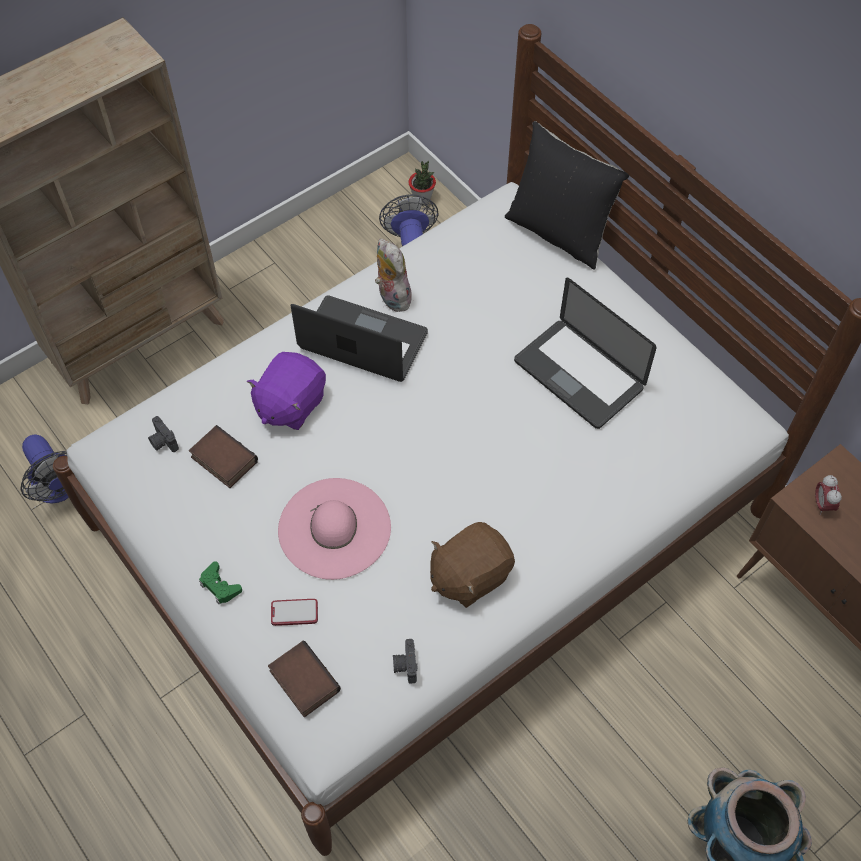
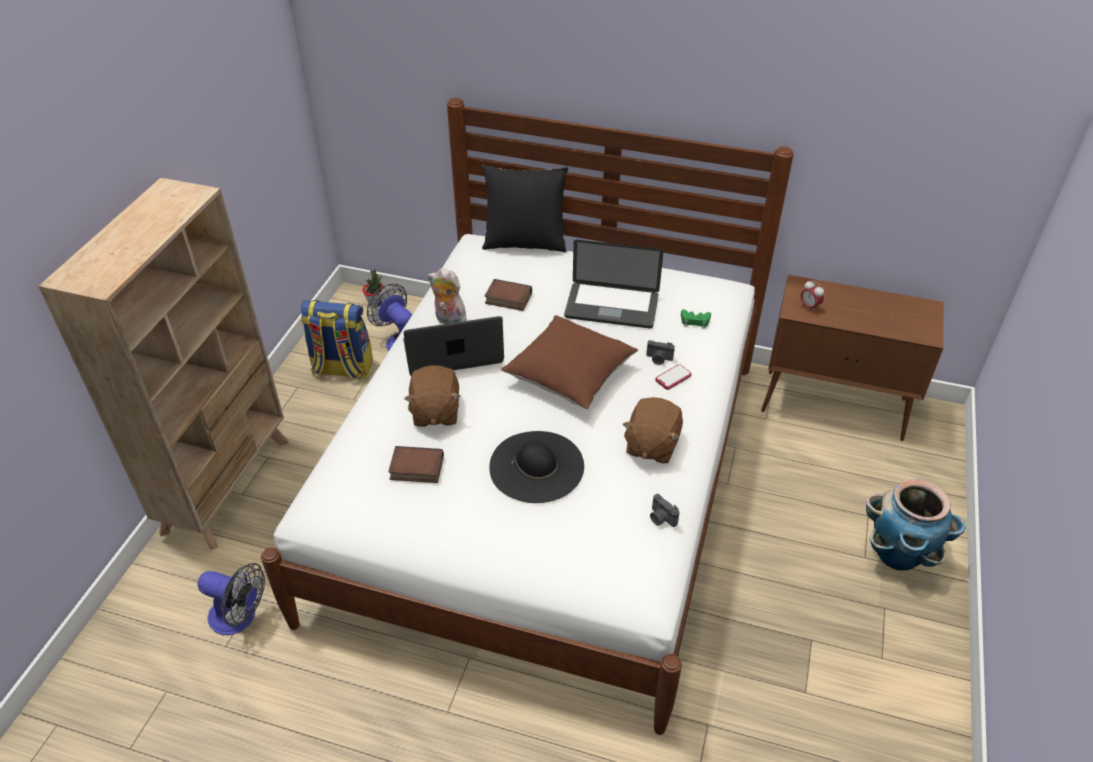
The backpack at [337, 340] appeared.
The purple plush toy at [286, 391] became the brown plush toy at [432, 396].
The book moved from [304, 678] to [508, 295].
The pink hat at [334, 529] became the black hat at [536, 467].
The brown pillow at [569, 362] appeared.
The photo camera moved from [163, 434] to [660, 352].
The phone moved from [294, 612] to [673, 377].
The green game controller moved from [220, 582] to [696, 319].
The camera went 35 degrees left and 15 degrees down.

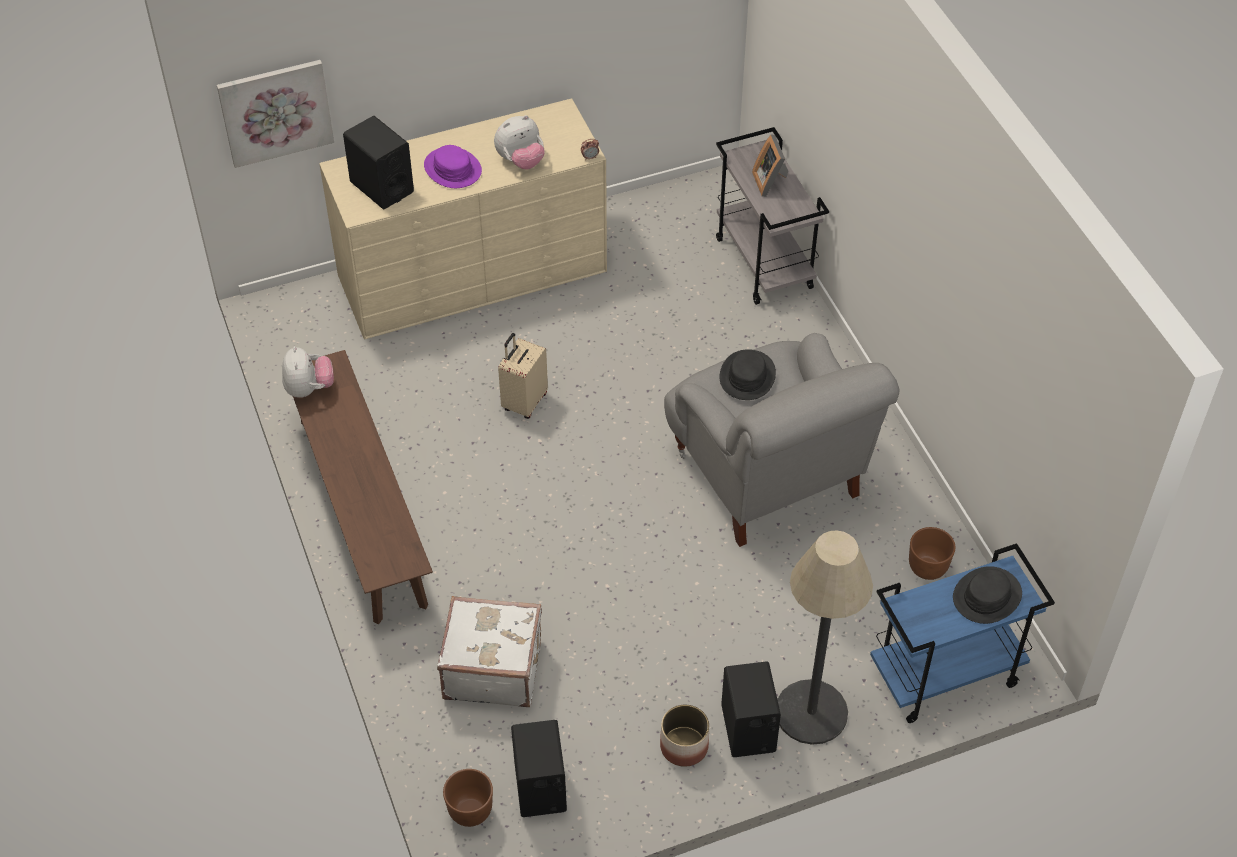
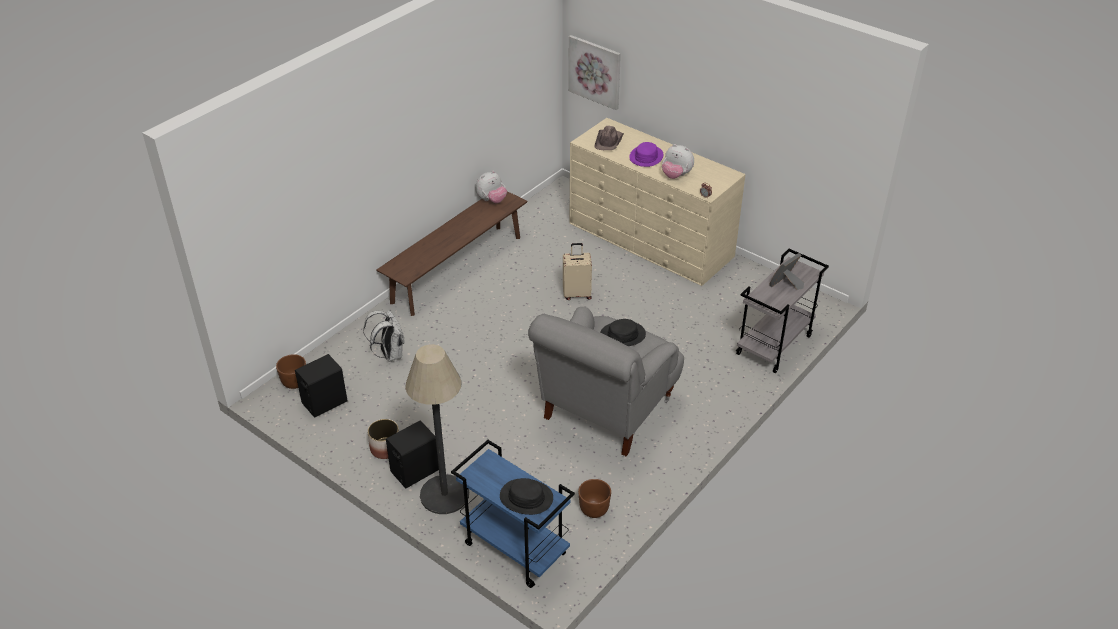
The white suitcase at [489, 651] was replaced by the white backpack at [383, 336].
The black speaker at [378, 162] was replaced by the brown hat at [609, 138].
The camera went 60 degrees right and 10 degrees down.

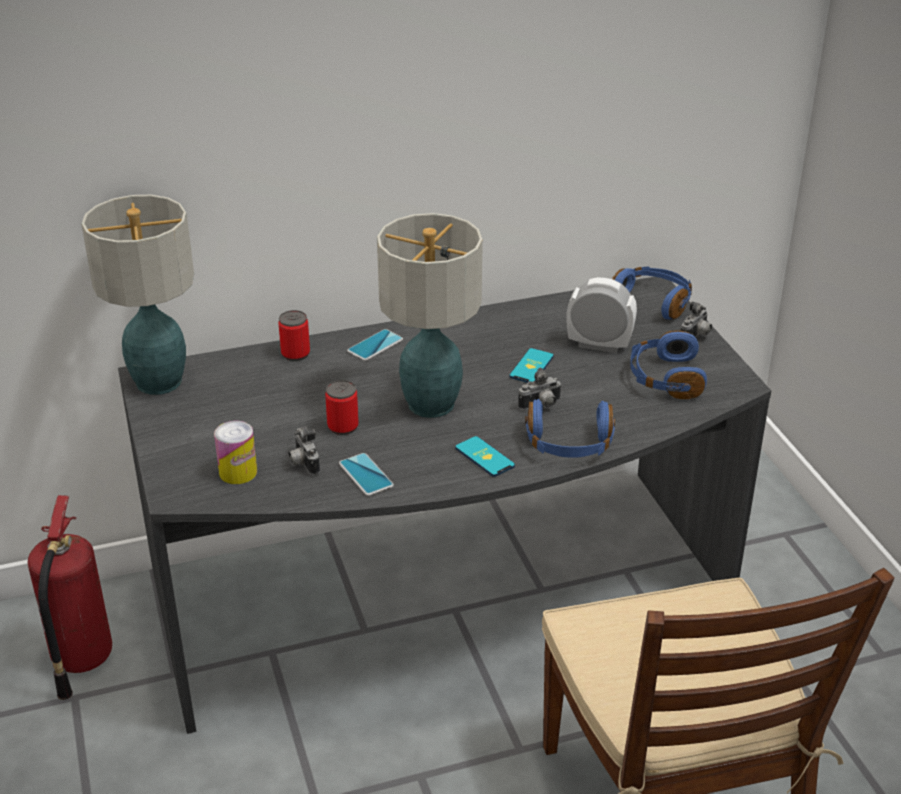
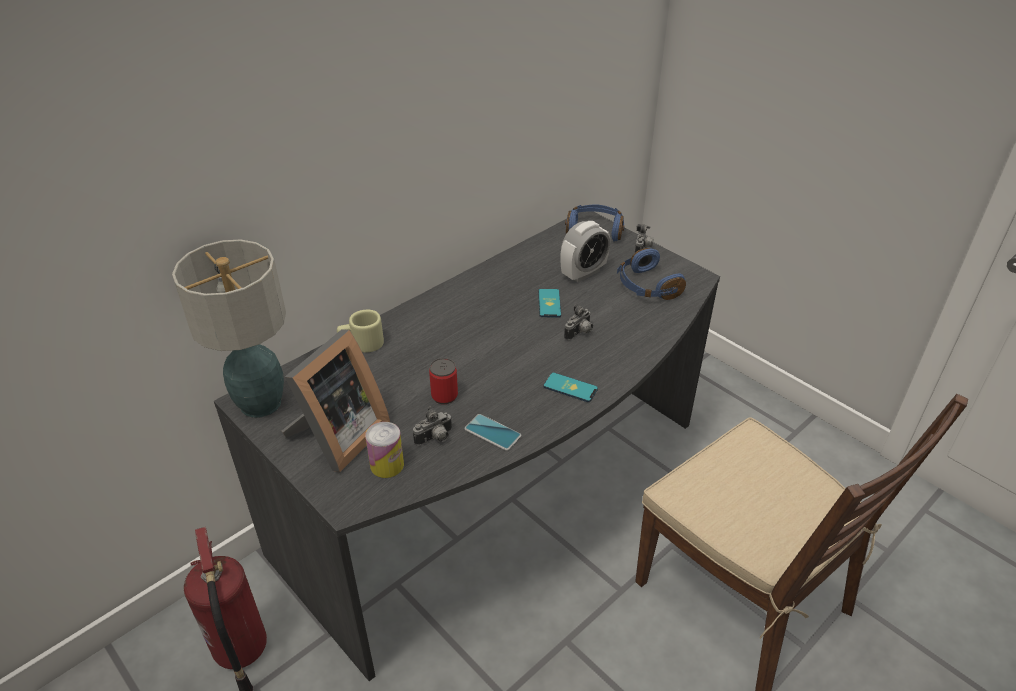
The picture frame at [336, 400] appeared.
The can at [294, 335] was replaced by the beige mug at [360, 331].
The photo camera at [304, 450] turned 75 degrees counterclockwise.
The alarm clock at [601, 315] turned 150 degrees clockwise.
The phone at [375, 345] disappeared.
The table lamp at [430, 315] disappeared.
The blue headphones at [570, 428] disappeared.
The camera went 25 degrees left and 5 degrees up.

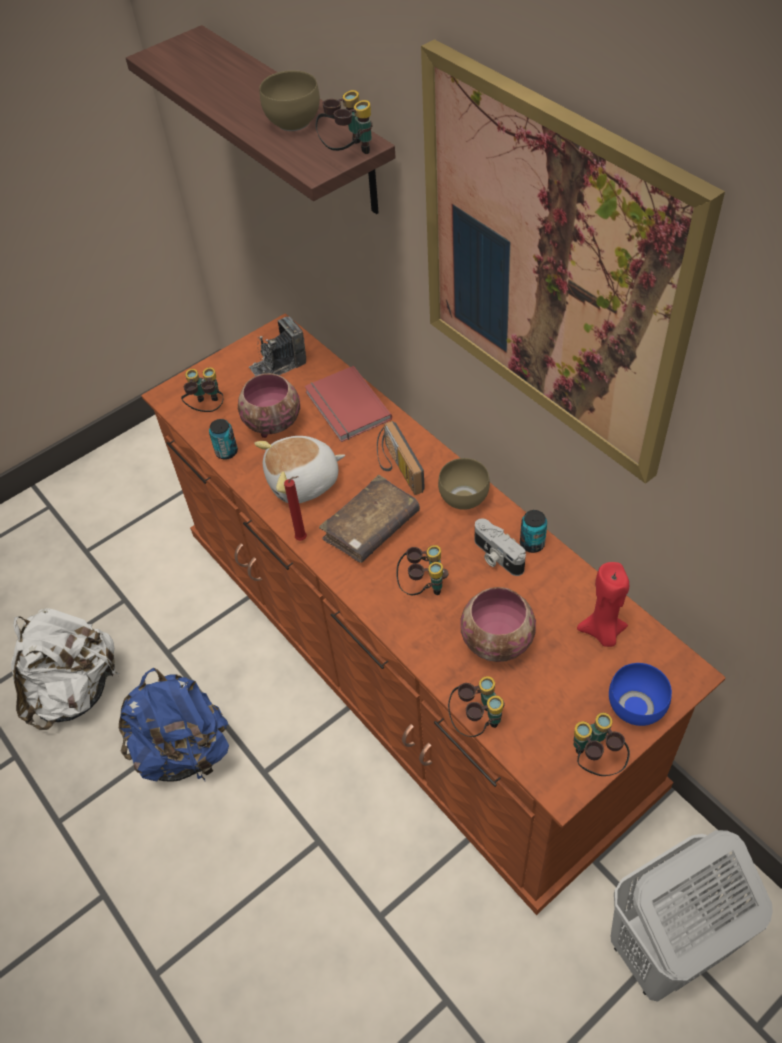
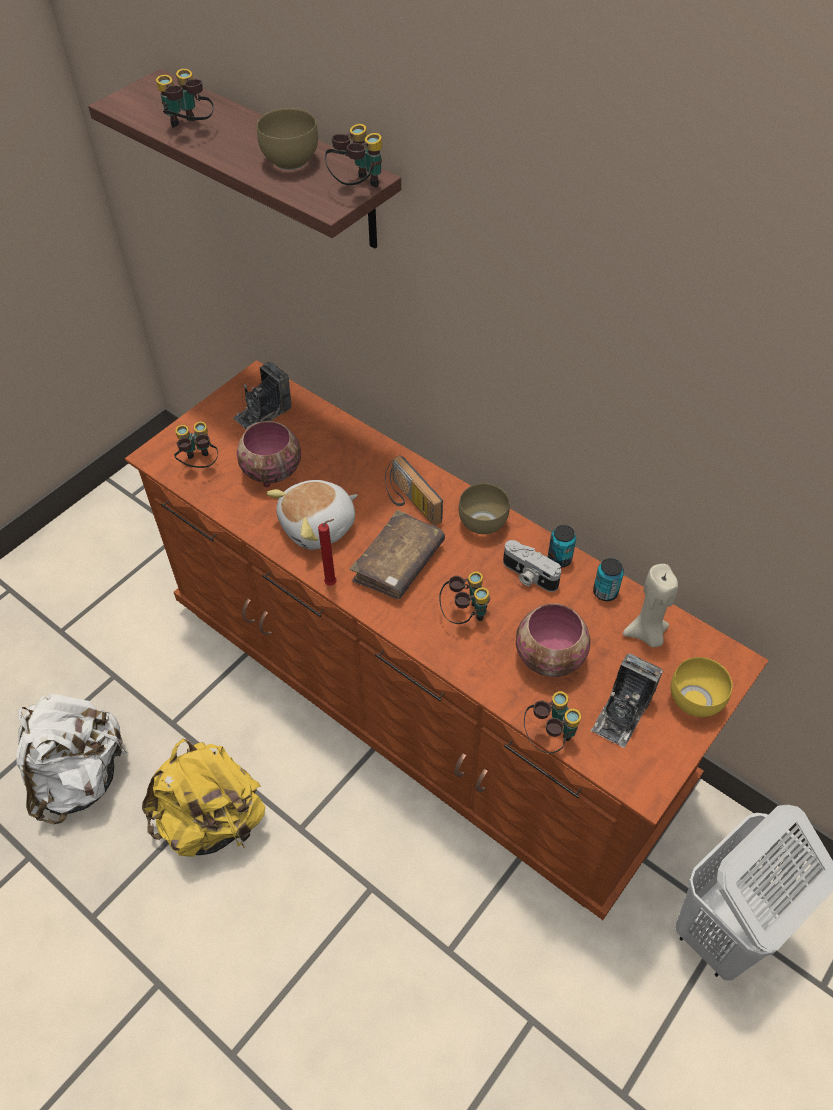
The blue backpack at [174, 725] became the yellow backpack at [203, 797].
The binoculars moved from [601, 744] to [185, 98].
The photo camera at [627, 700] appeared.
The can moved from [223, 439] to [608, 579].
The red candle at [603, 604] became the beige candle at [650, 605].
The blue bowl at [640, 694] became the yellow bowl at [701, 687].
The red book at [348, 404] disappeared.
The picture at [573, 261] disappeared.
The camera went 15 degrees left and 0 degrees up.

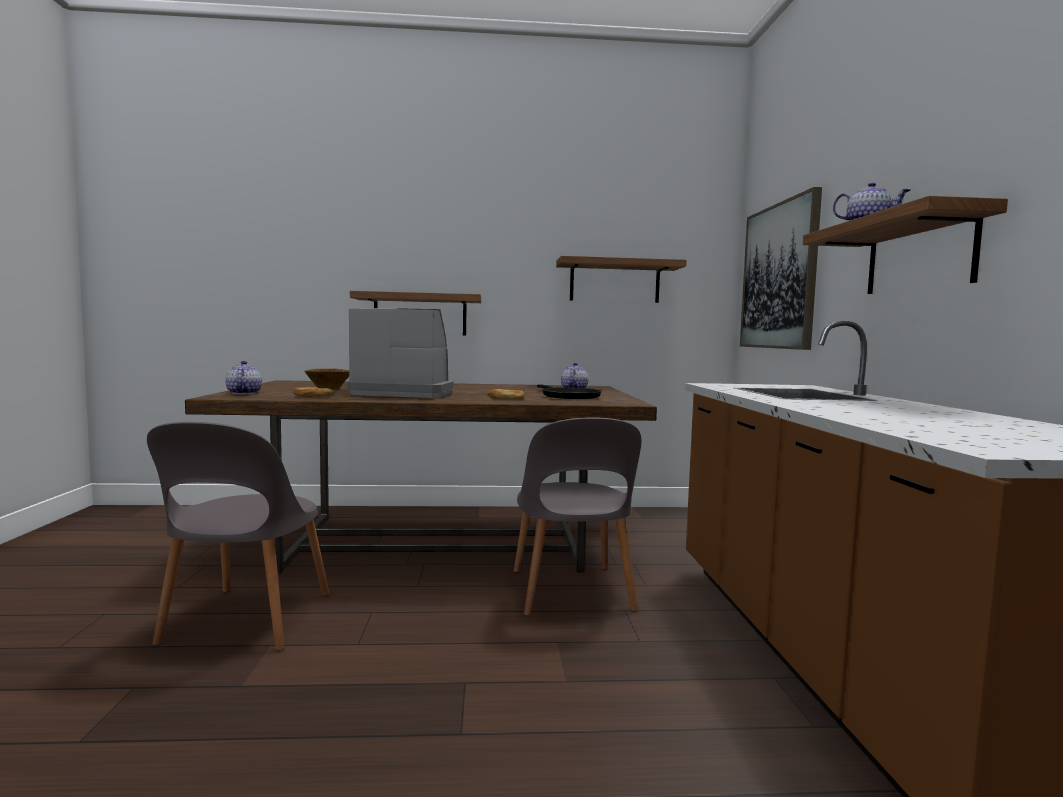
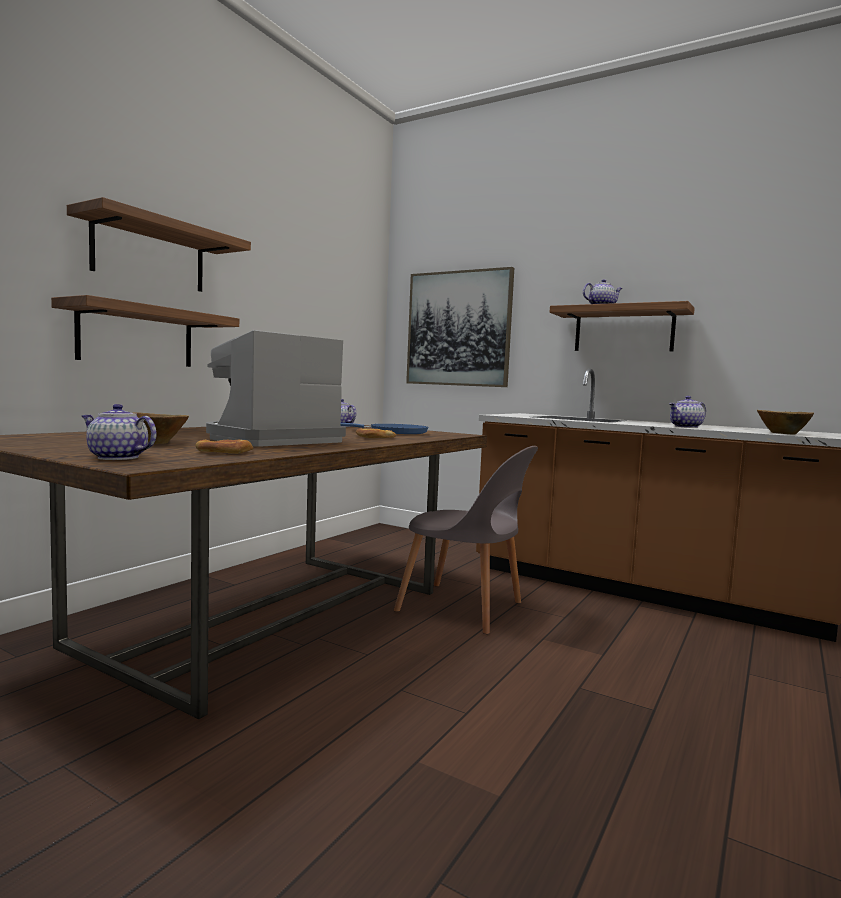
The shelf moved from [621, 279] to [159, 244].
The black frying pan at [569, 391] became the blue frying pan at [384, 428].
The teapot at [687, 412] appeared.
The brown bowl at [785, 422] appeared.
The grey chair at [238, 536] disappeared.
The camera went 55 degrees left and 0 degrees up.

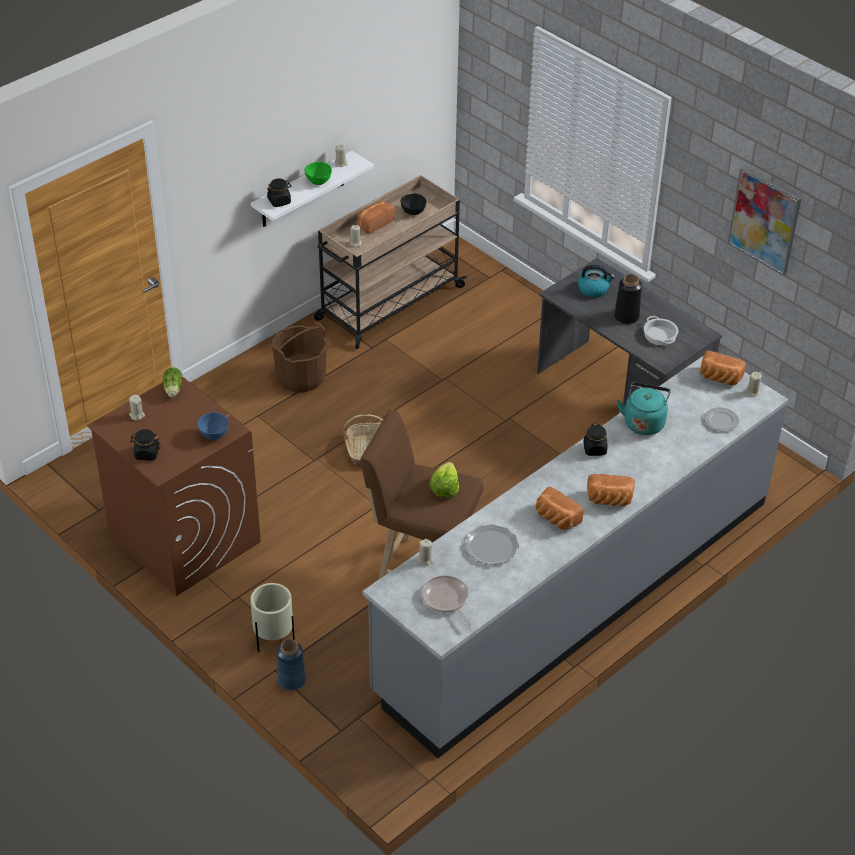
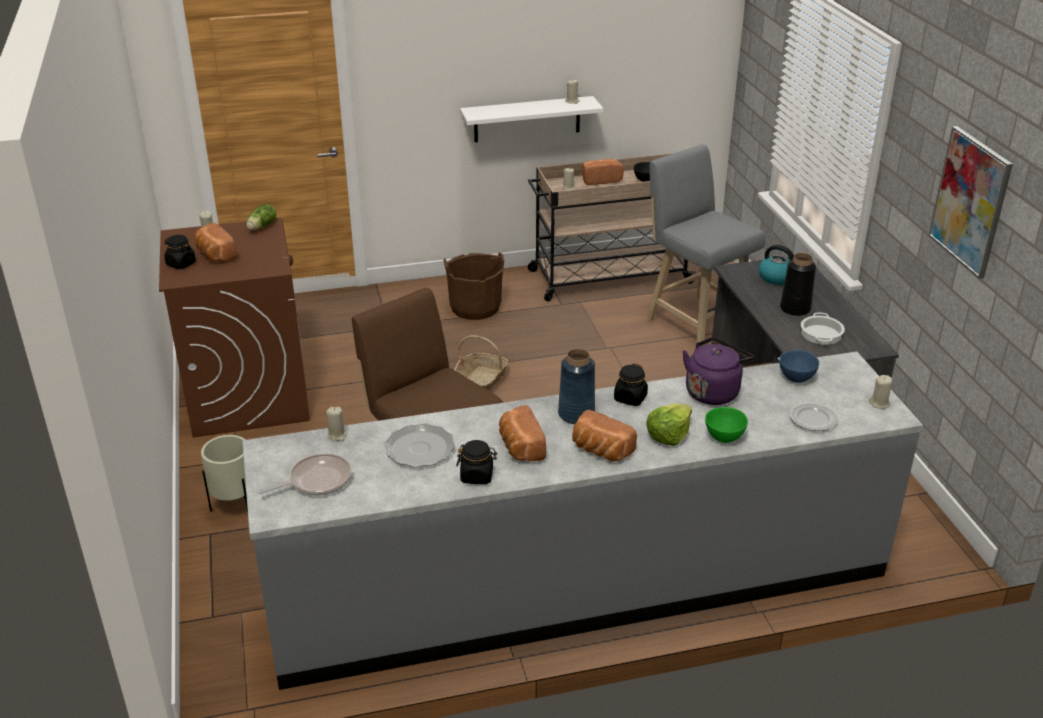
The bread moved from [723, 368] to [215, 242].
The frying pan at [447, 601] turned 60 degrees clockwise.
The black jar moved from [279, 193] to [476, 462].
The blue vase moved from [291, 665] to [576, 386].
The lettuce moved from [444, 480] to [669, 424].
The grey stool at [706, 245] appeared.
The turquoise kettle at [644, 408] became the purple kettle at [718, 371].
The green bowl moved from [318, 173] to [726, 425].
The blue bowl moved from [213, 426] to [799, 366].
The camera went 30 degrees right and 10 degrees down.

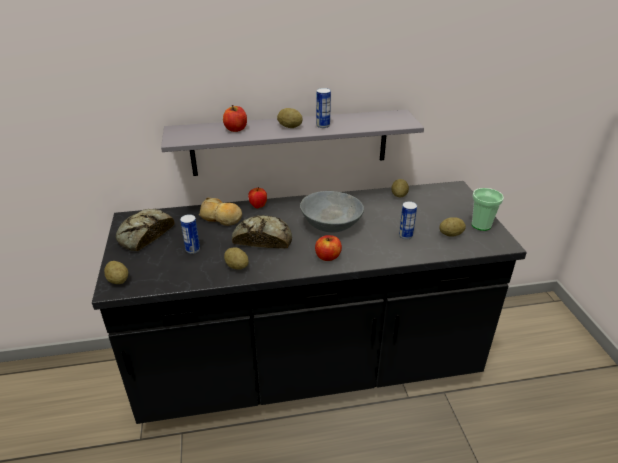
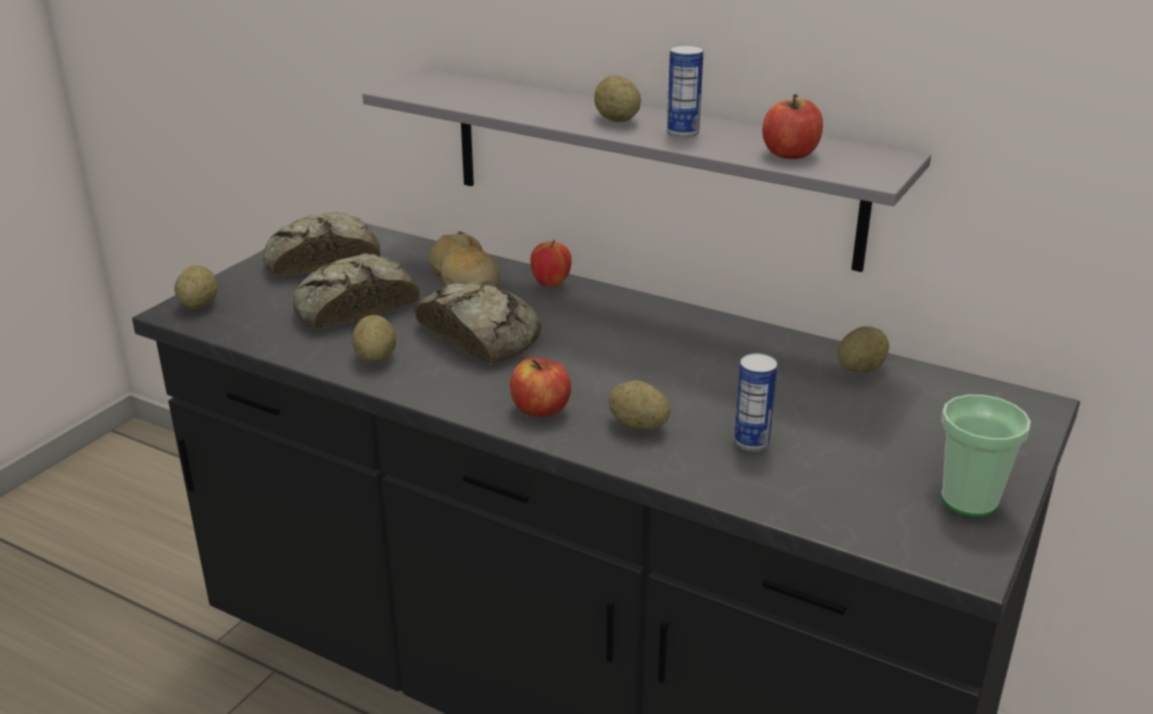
The can at [190, 234] was replaced by the bread at [356, 291].
The potato moved from [452, 227] to [639, 405].
The apple moved from [235, 118] to [792, 126].
The grey bowl at [332, 211] disappeared.
The camera went 40 degrees right and 5 degrees down.

